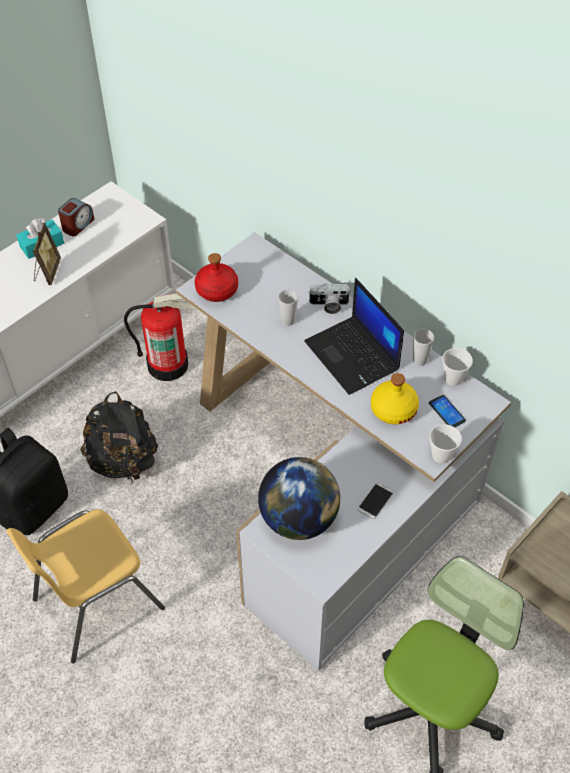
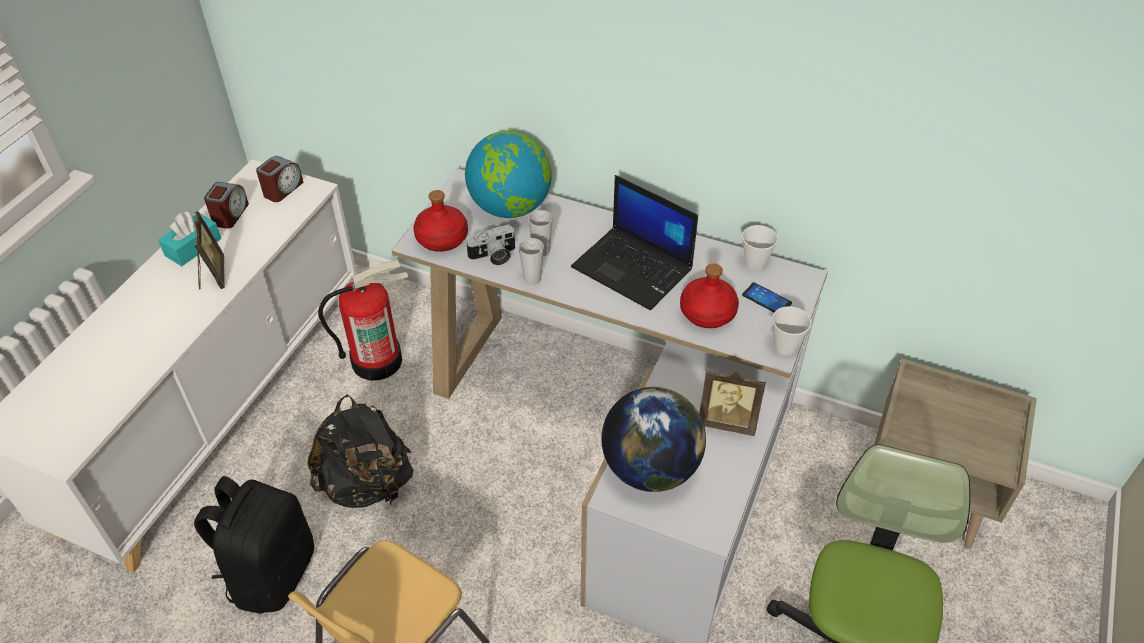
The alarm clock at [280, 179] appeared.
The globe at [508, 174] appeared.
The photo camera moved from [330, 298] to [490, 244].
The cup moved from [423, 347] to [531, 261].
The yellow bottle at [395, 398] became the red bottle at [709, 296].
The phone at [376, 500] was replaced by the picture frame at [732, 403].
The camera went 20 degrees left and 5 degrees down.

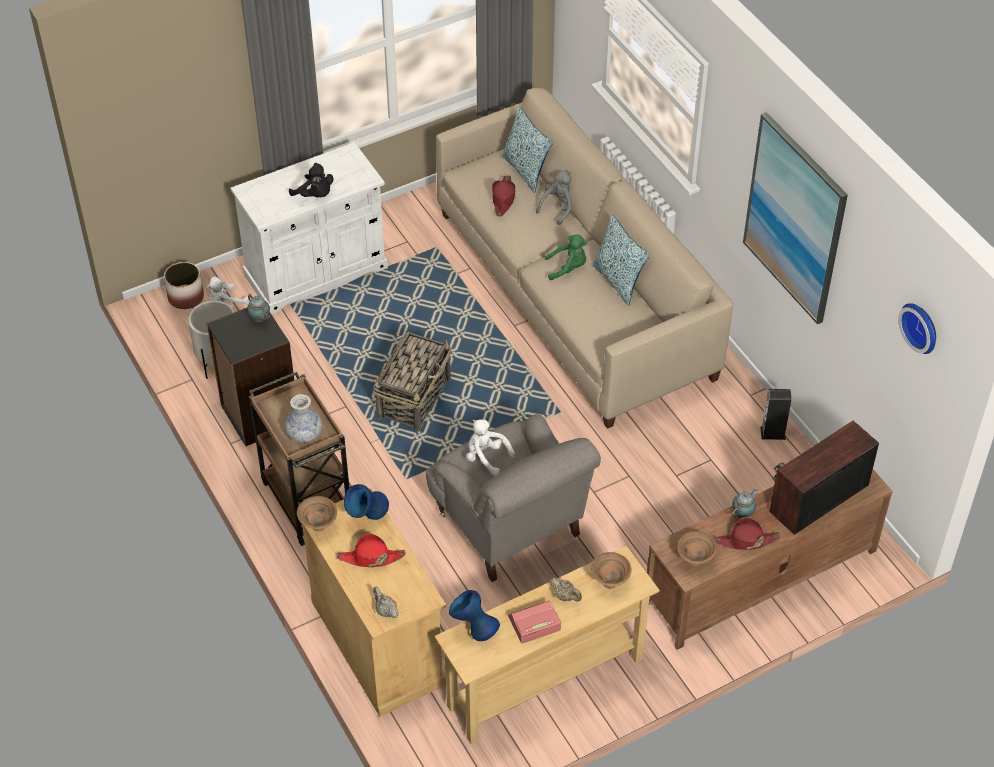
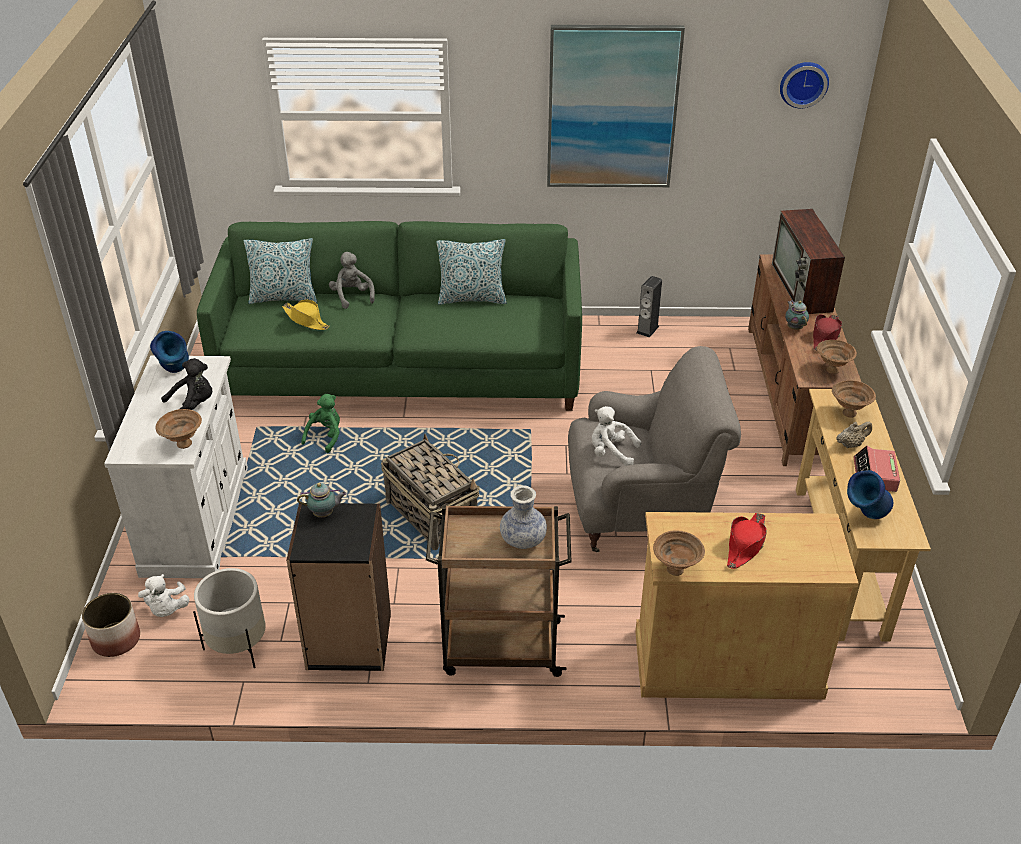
The blue vase moved from [366, 502] to [169, 352].
The brown bowl at [178, 429] appeared.
The beige sofa at [584, 258] became the green sofa at [389, 316].
The red hat at [503, 195] became the yellow hat at [305, 314].
The green plush toy moved from [566, 257] to [320, 423].
The white plush toy at [490, 447] turned 45 degrees clockwise.
The beige teapot at [386, 602] disappeared.
The camera went 60 degrees left and 10 degrees down.

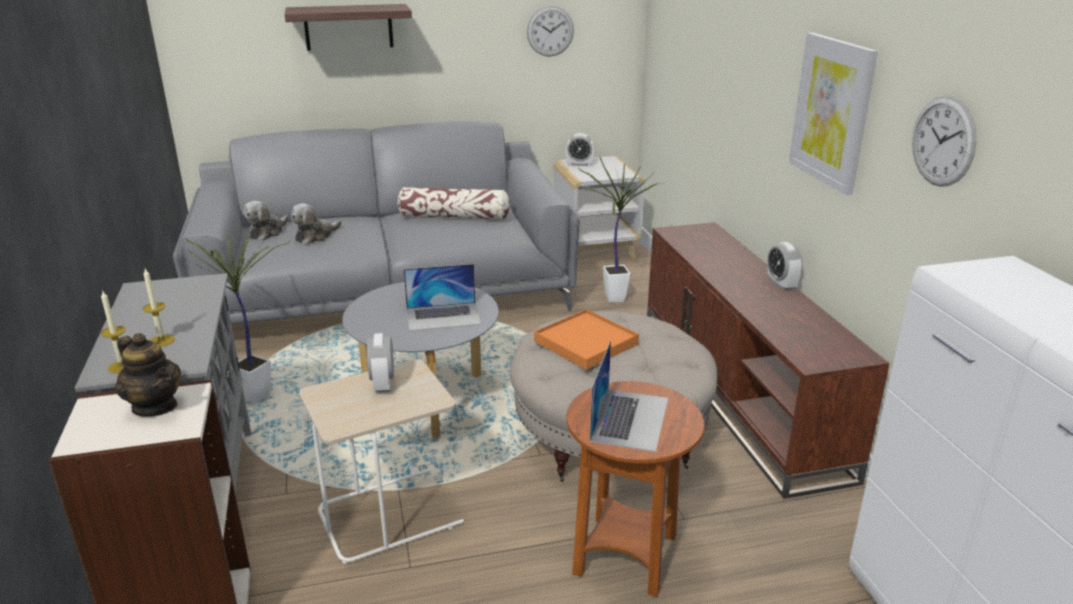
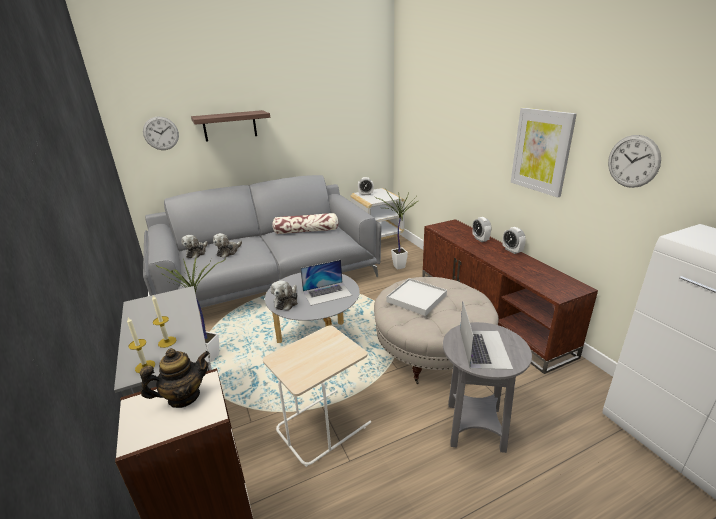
The teapot at [148, 375] turned 60 degrees counterclockwise.
The wall clock moved from [550, 31] to [161, 133].
The plush toy at [284, 295] appeared.
The orange tray at [586, 339] became the white tray at [417, 297].
The brown side table at [635, 489] became the grey side table at [487, 387].
The alarm clock moved from [380, 363] to [481, 229].
The camera went 10 degrees left and 0 degrees up.

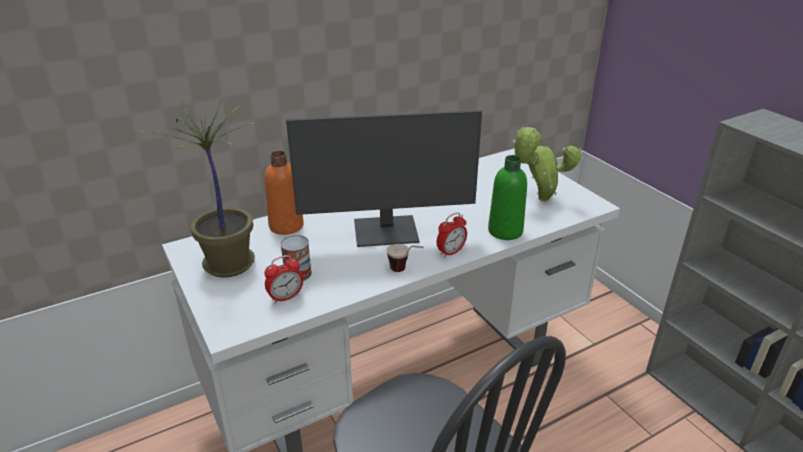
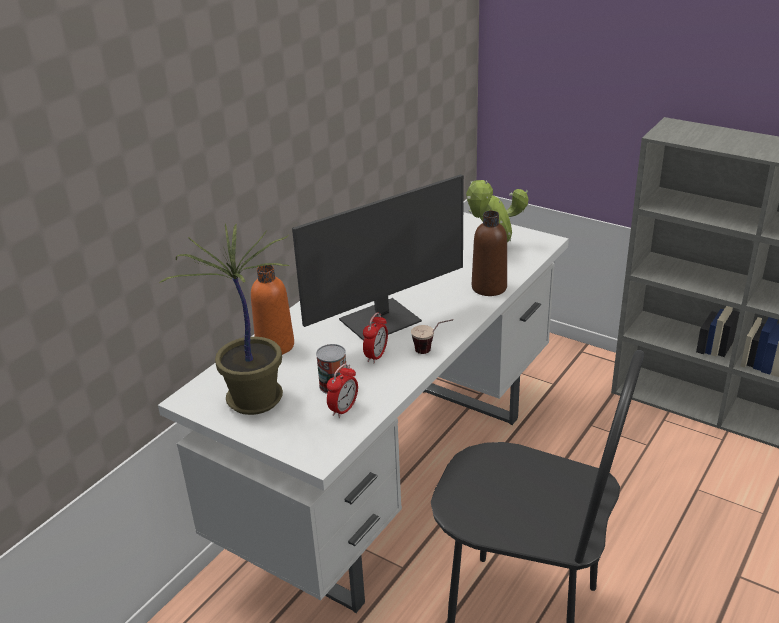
The alarm clock moved from [451, 235] to [375, 338].
The green bottle at [507, 197] became the brown bottle at [489, 253].
The camera went 25 degrees left and 0 degrees up.

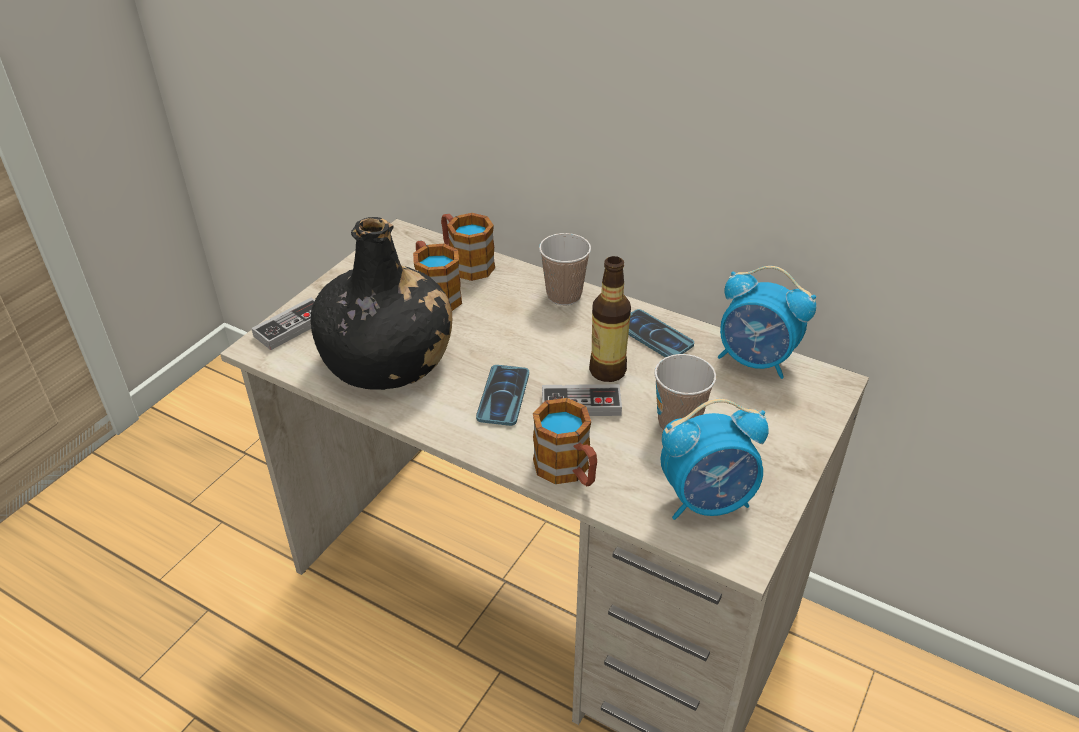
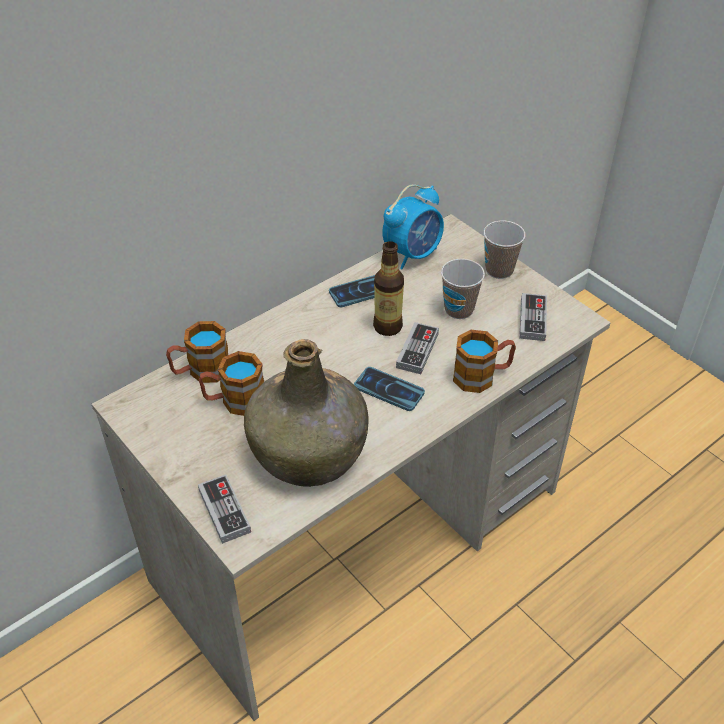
The black bottle at [381, 303] became the green bottle at [306, 413].
The cup moved from [565, 269] to [505, 250].
The alarm clock at [714, 459] was replaced by the game controller at [533, 317].
The camera went 70 degrees left and 5 degrees up.

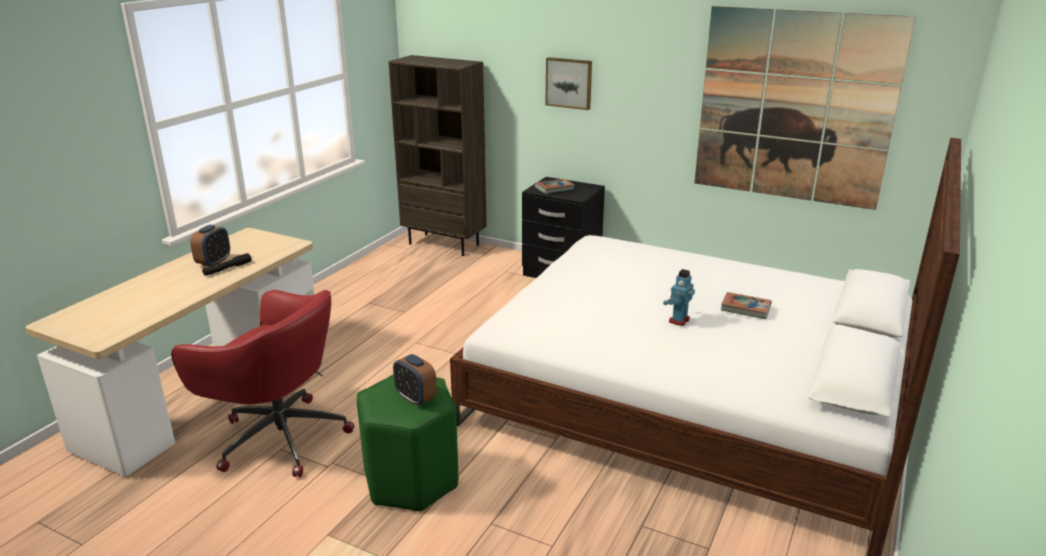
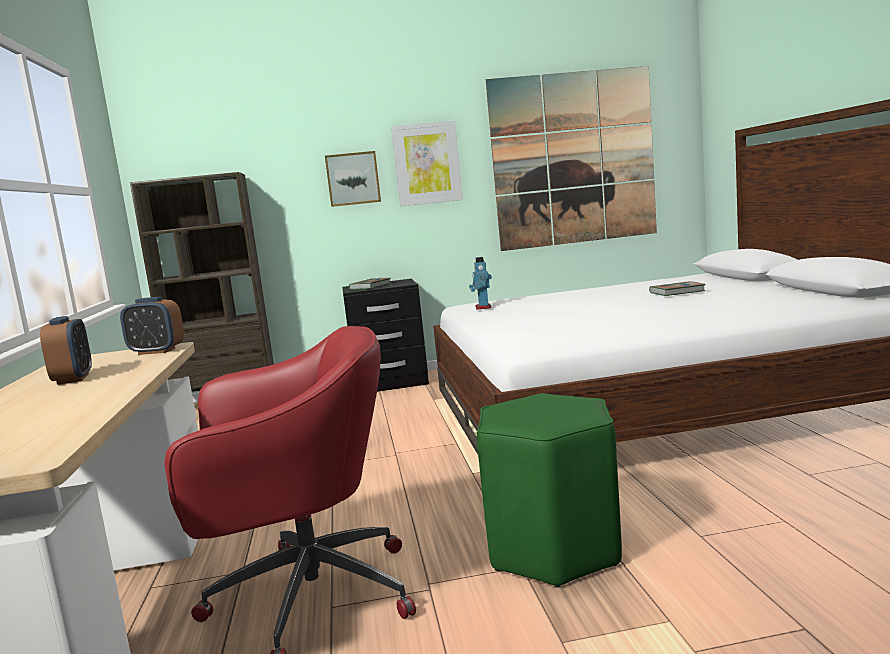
The alarm clock moved from [415, 380] to [152, 326].
The picture at [427, 163] appeared.
The toy robot moved from [679, 297] to [480, 283].
The black flashlight at [226, 264] disappeared.
The camera went 35 degrees left and 15 degrees down.

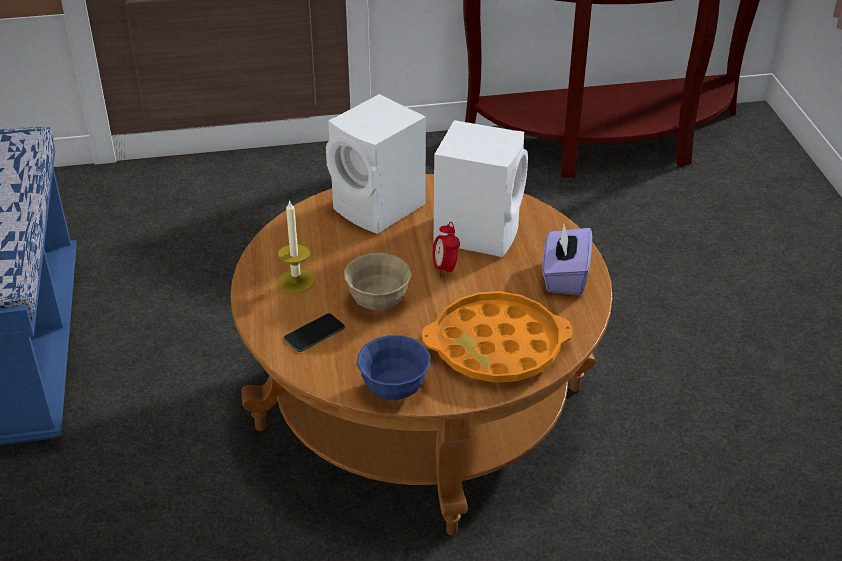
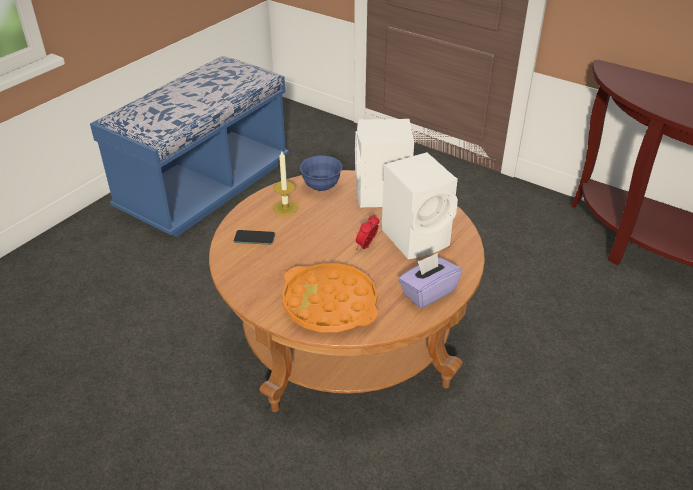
The blue bowl moved from [394, 367] to [321, 173].
The beige bowl at [377, 282] disappeared.
The camera went 45 degrees right and 0 degrees up.

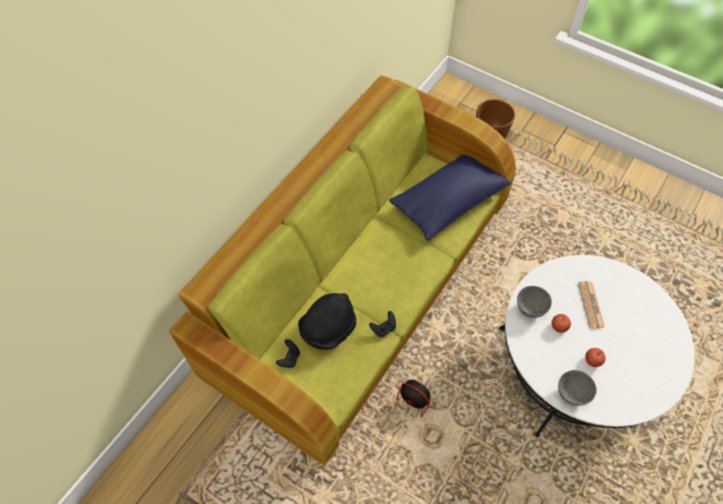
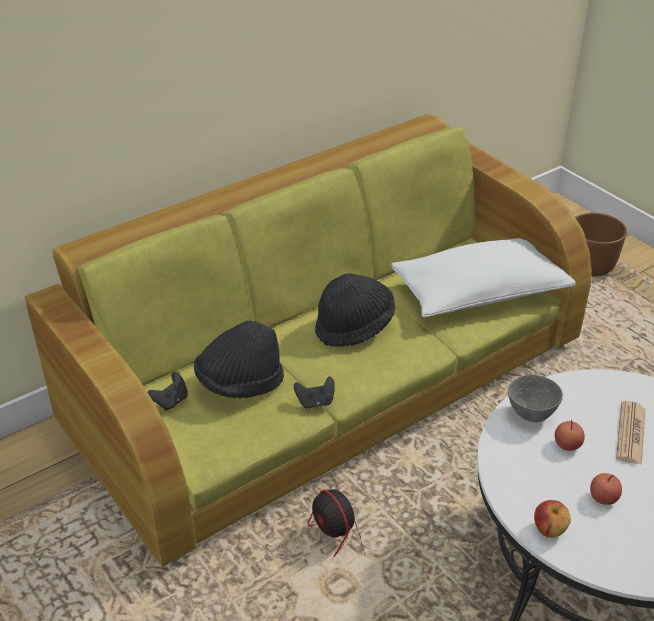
The black hat at [355, 310] appeared.
The blue pillow at [450, 198] became the white pillow at [483, 278].
The grey bowl at [577, 388] was replaced by the apple at [552, 519].
The camera went 20 degrees right and 20 degrees down.

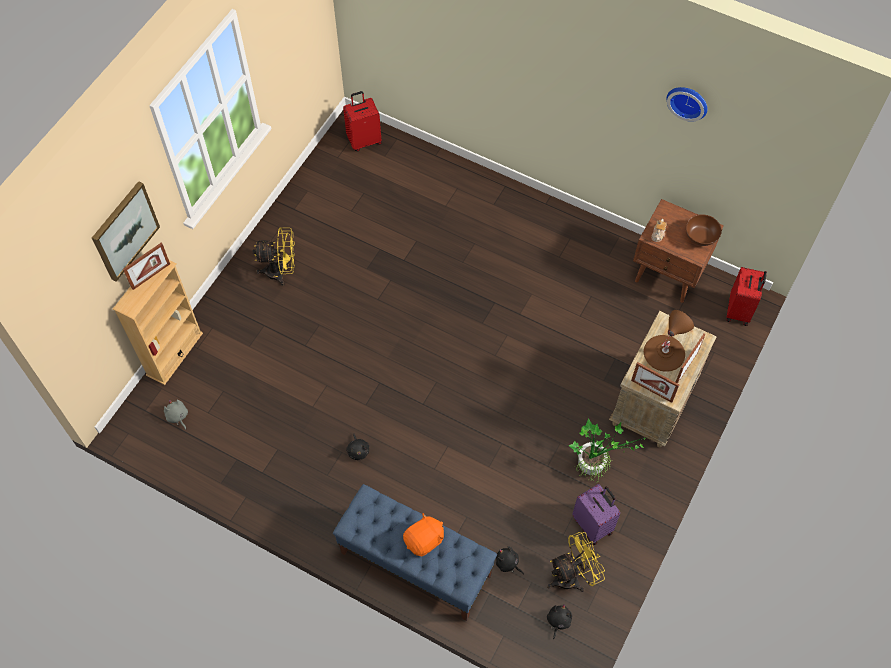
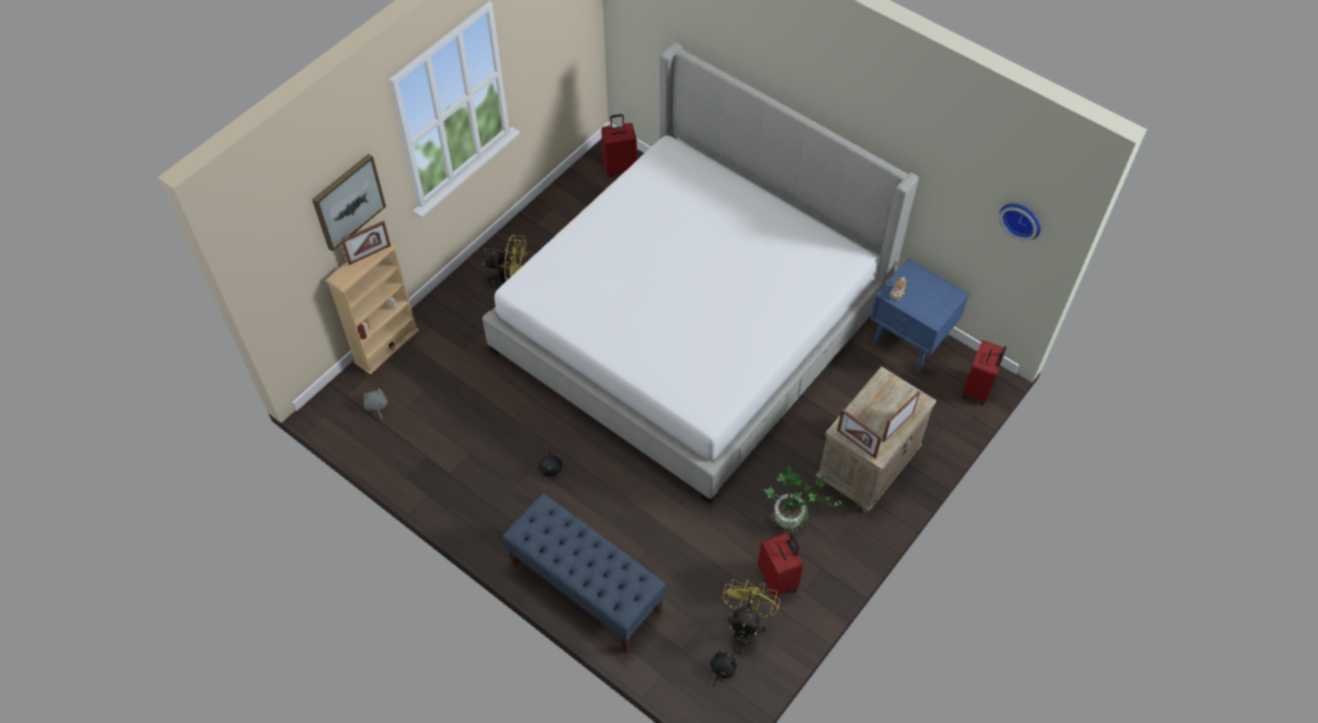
The bed at [700, 272] appeared.
The yellow fan at [576, 562] turned 60 degrees counterclockwise.
The purple suitcase at [596, 514] became the red suitcase at [780, 566].
The brown nightstand at [678, 251] became the blue nightstand at [919, 315].
The wall clock moved from [686, 104] to [1020, 222].
The orange plush toy at [423, 534] disappeared.
The black plush toy at [510, 560] disappeared.
The brown table lamp at [669, 341] disappeared.
The brown bowl at [704, 230] disappeared.
The camera went 10 degrees right and 5 degrees down.

